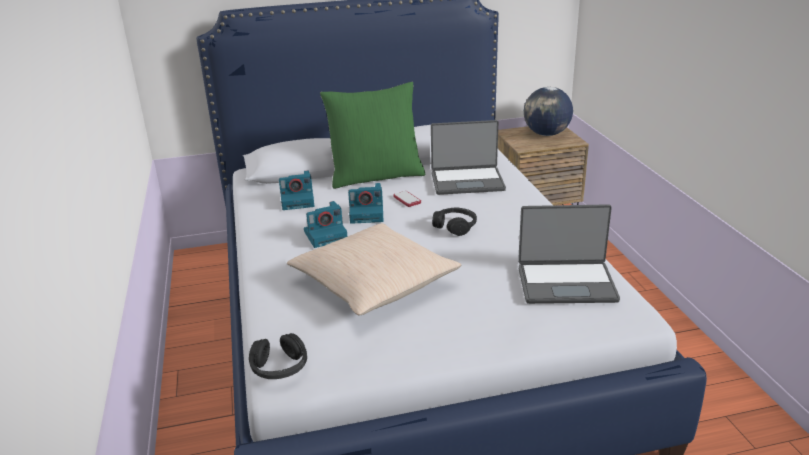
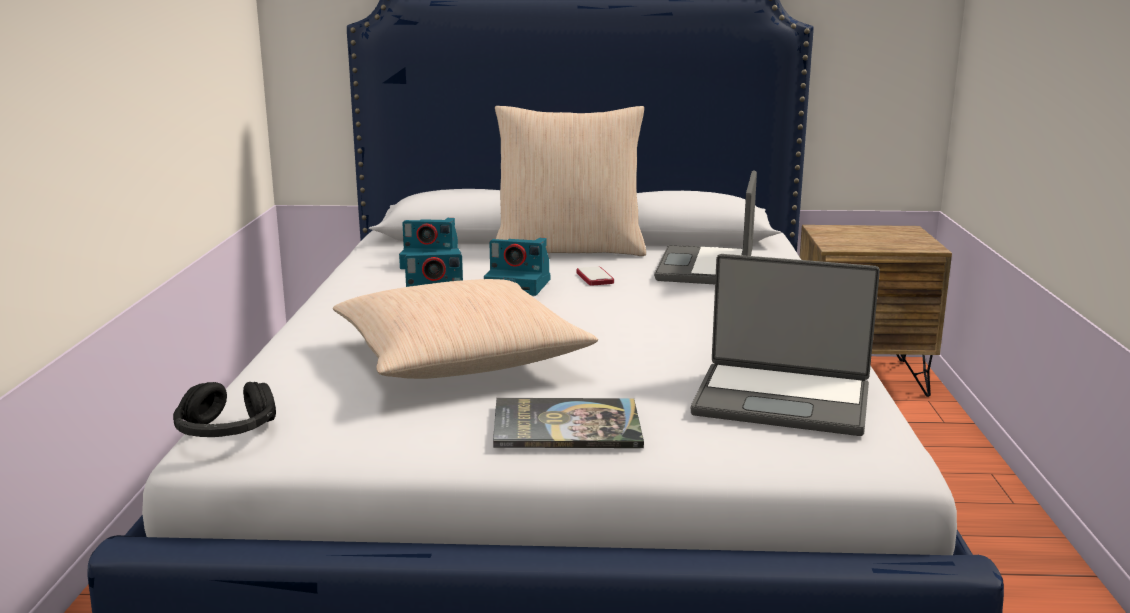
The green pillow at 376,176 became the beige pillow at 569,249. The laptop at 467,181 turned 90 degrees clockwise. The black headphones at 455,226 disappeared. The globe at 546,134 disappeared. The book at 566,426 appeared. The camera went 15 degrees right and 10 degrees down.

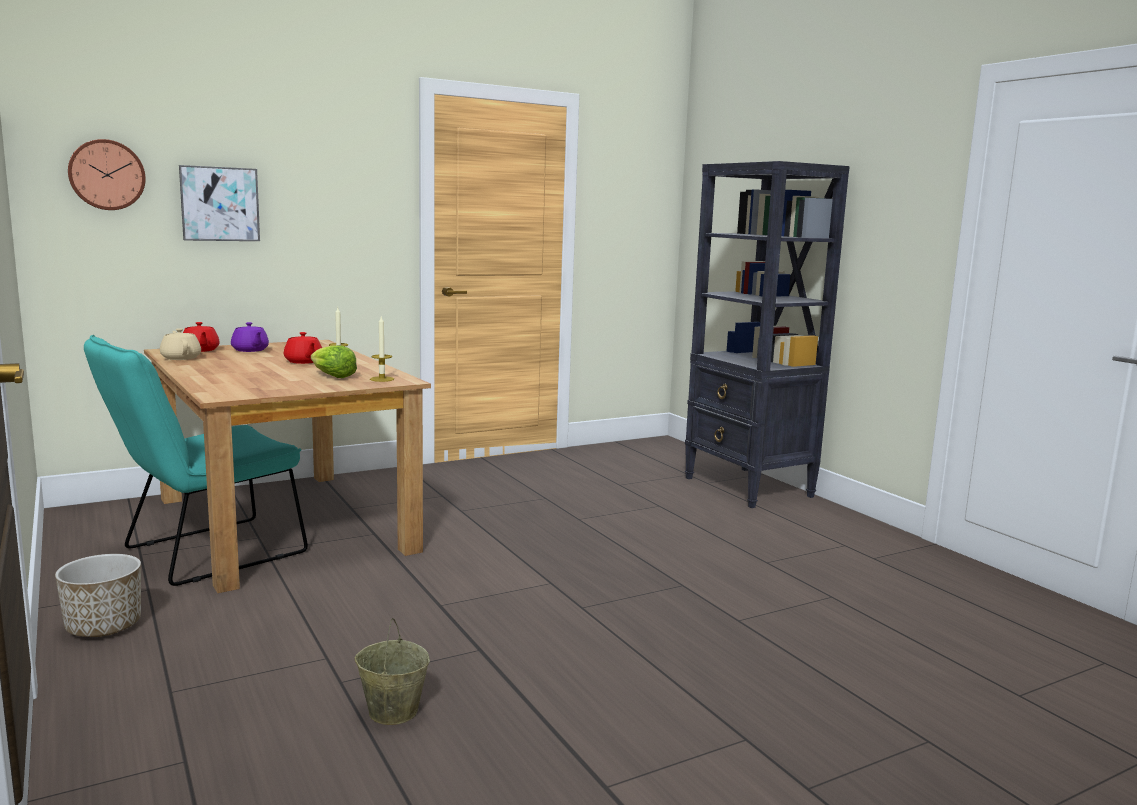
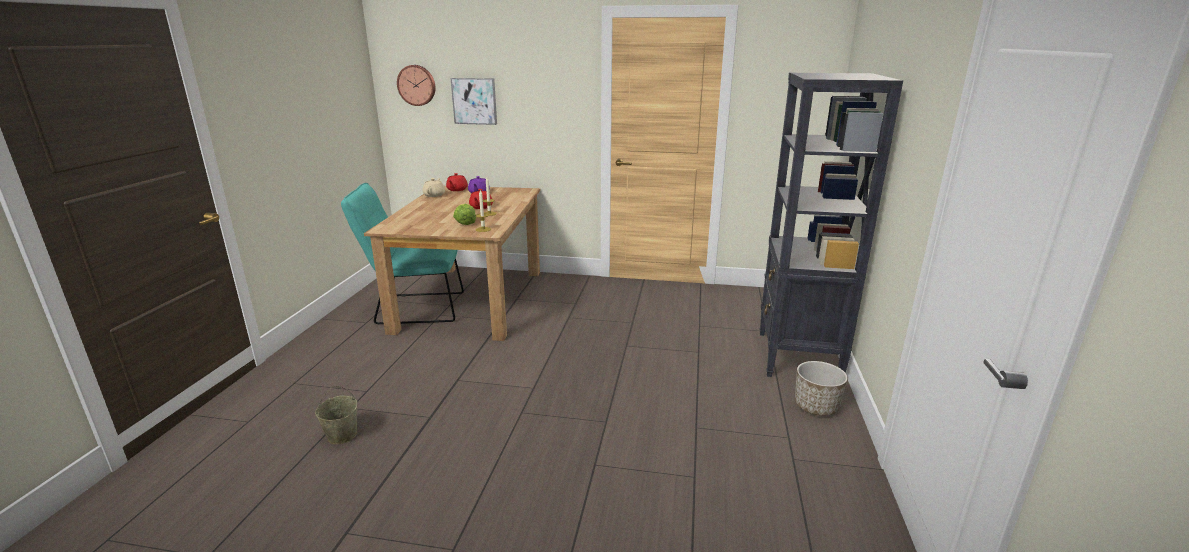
The planter moved from 104,627 to 816,406. The camera went 40 degrees right and 10 degrees up.

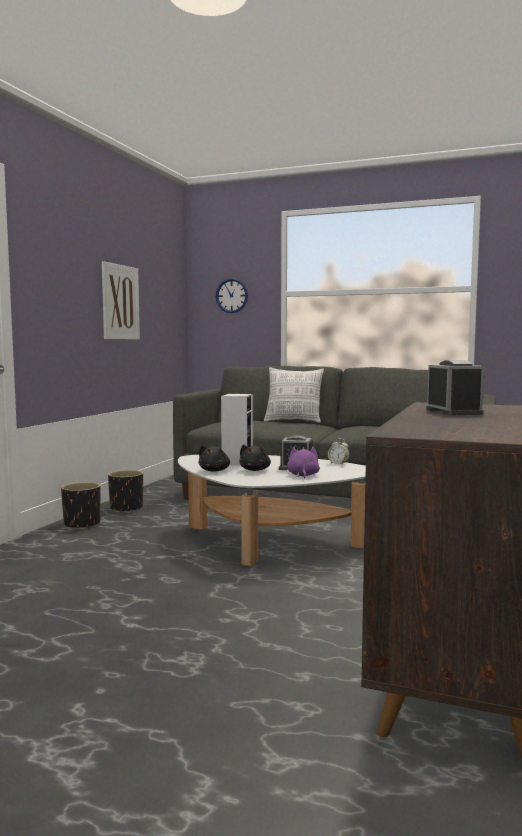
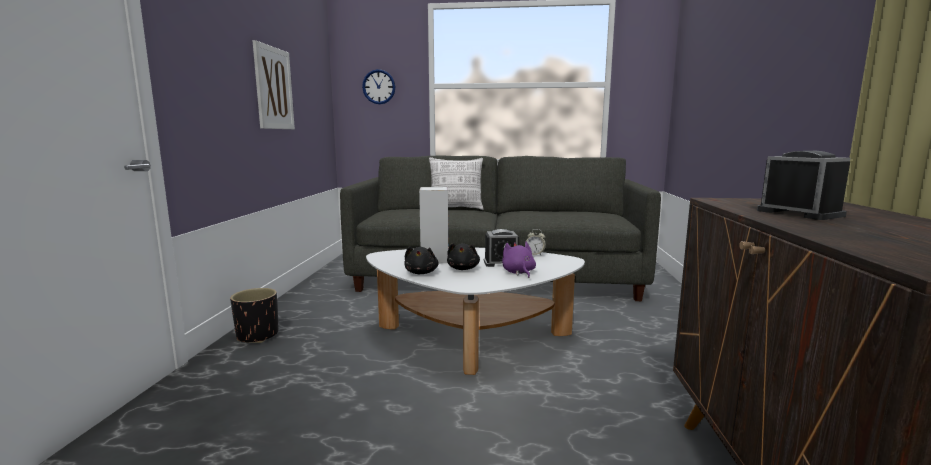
The black planter at 126,508 disappeared. The camera went 15 degrees left and 5 degrees up.

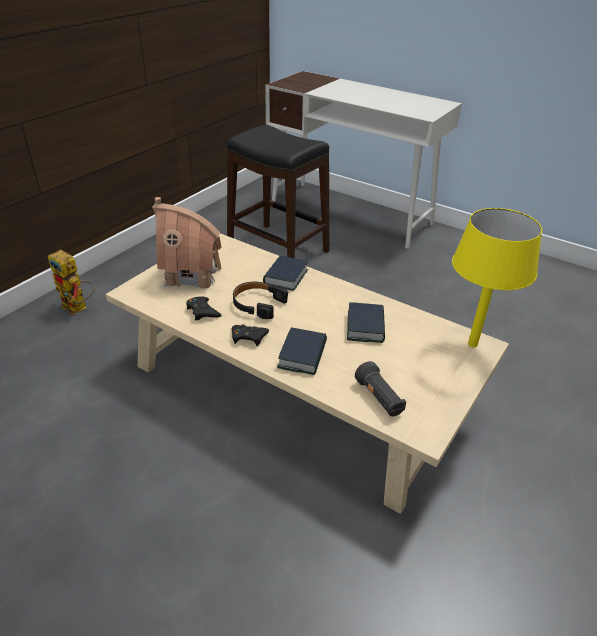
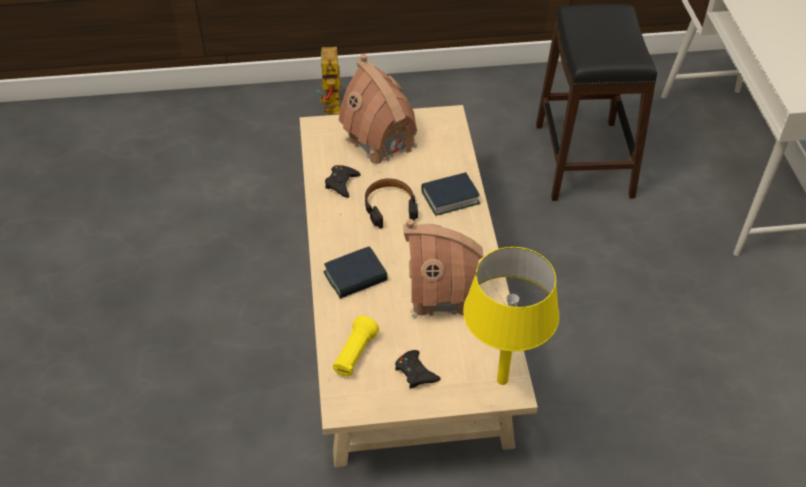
The black game controller moved from 248,337 to 415,372. The book at 365,327 was replaced by the toy house at 440,293. The black flashlight at 379,398 became the yellow flashlight at 354,355. The camera went 50 degrees right and 10 degrees up.

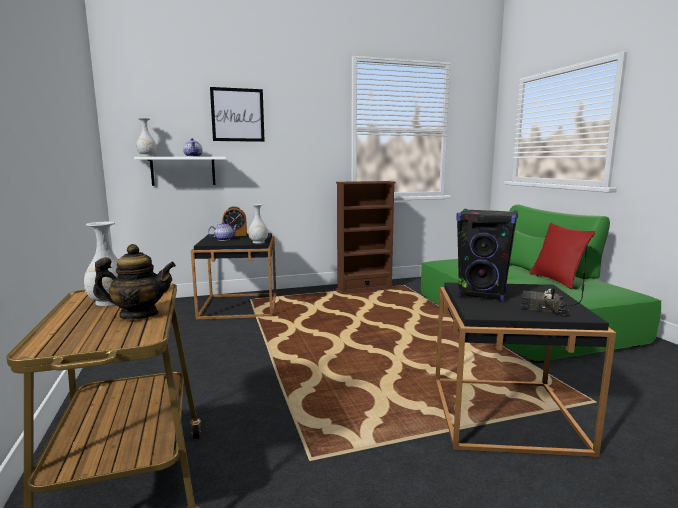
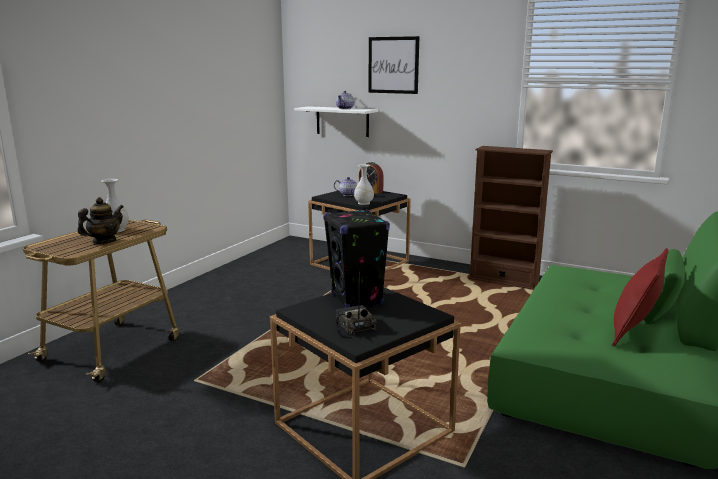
The teapot at 139,315 turned 90 degrees counterclockwise. The white vase at 147,156 disappeared. The camera went 45 degrees right and 5 degrees up.

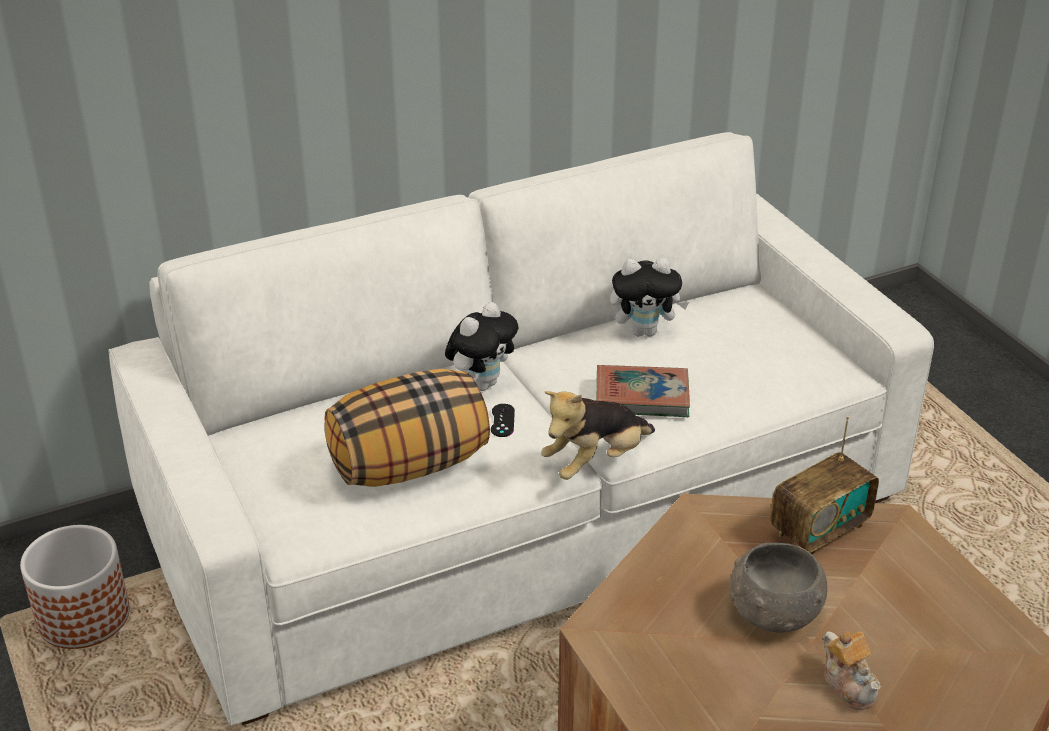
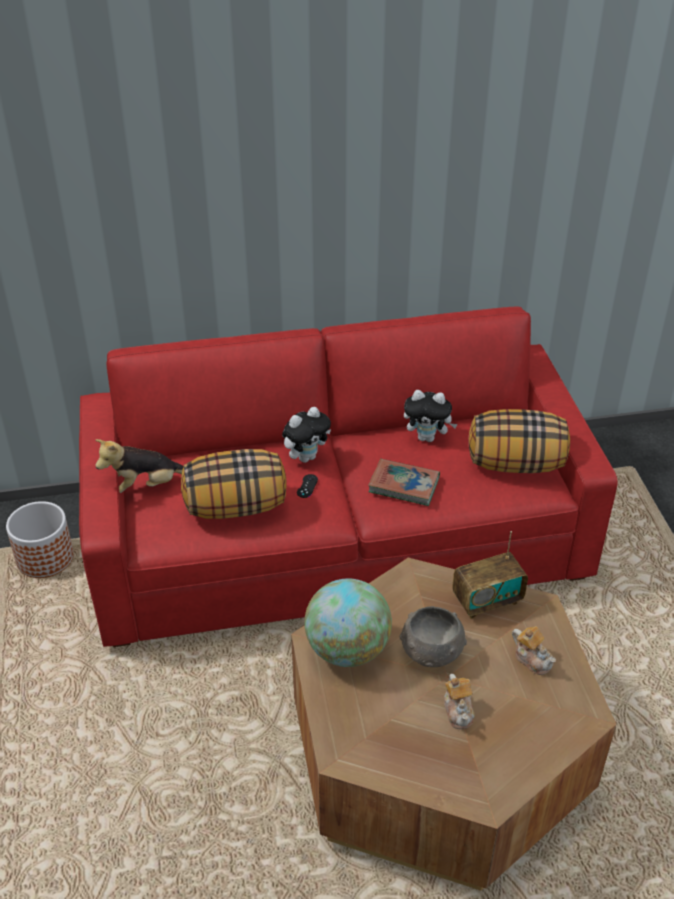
The white sofa at 524,507 became the red sofa at 337,537. The plush toy moved from 596,462 to 145,486. The globe at 347,650 appeared. The pillow at 516,464 appeared. The teapot at 532,659 appeared. The camera went 15 degrees right and 5 degrees up.

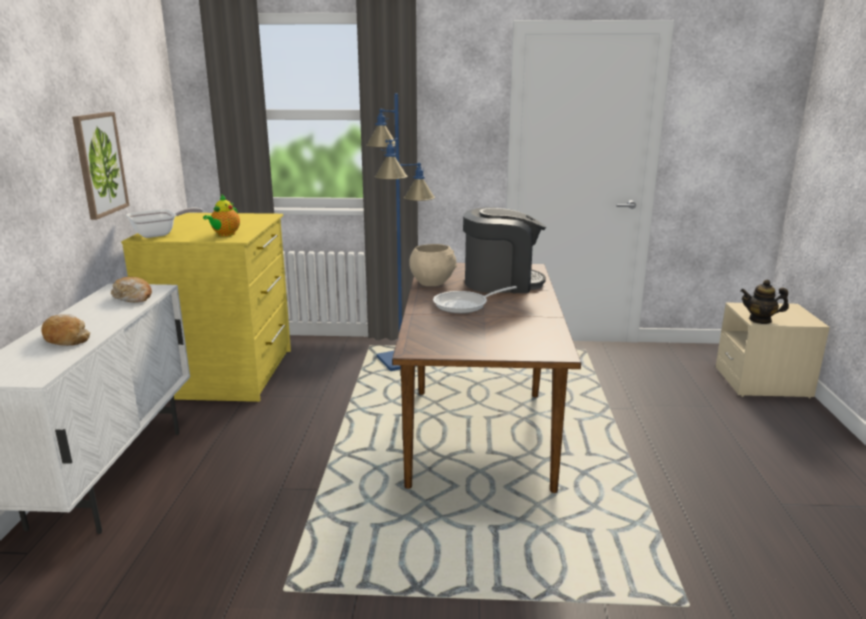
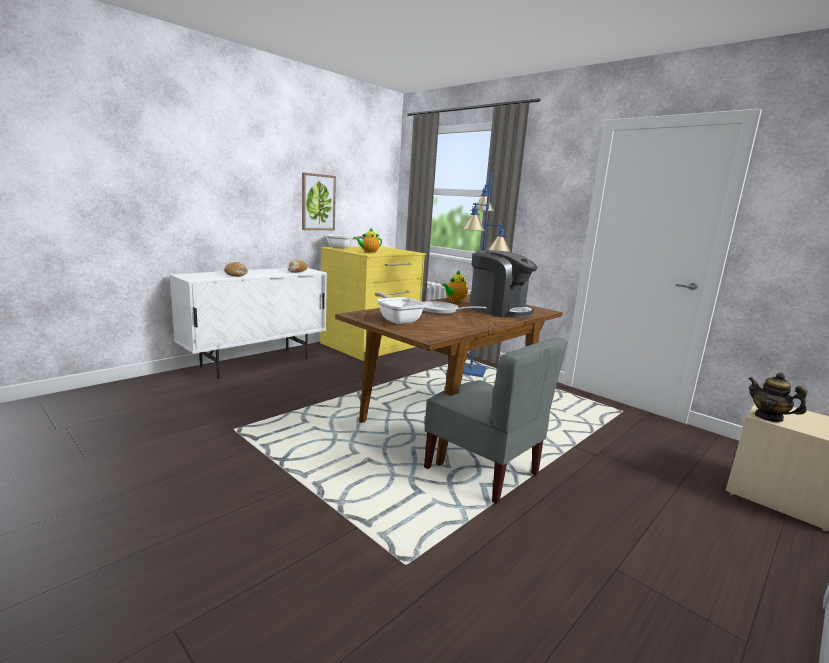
The beige bowl at 432,283 was replaced by the teapot at 454,300. The frying pan at 397,320 appeared. The grey chair at 483,471 appeared. The camera went 40 degrees right and 5 degrees down.

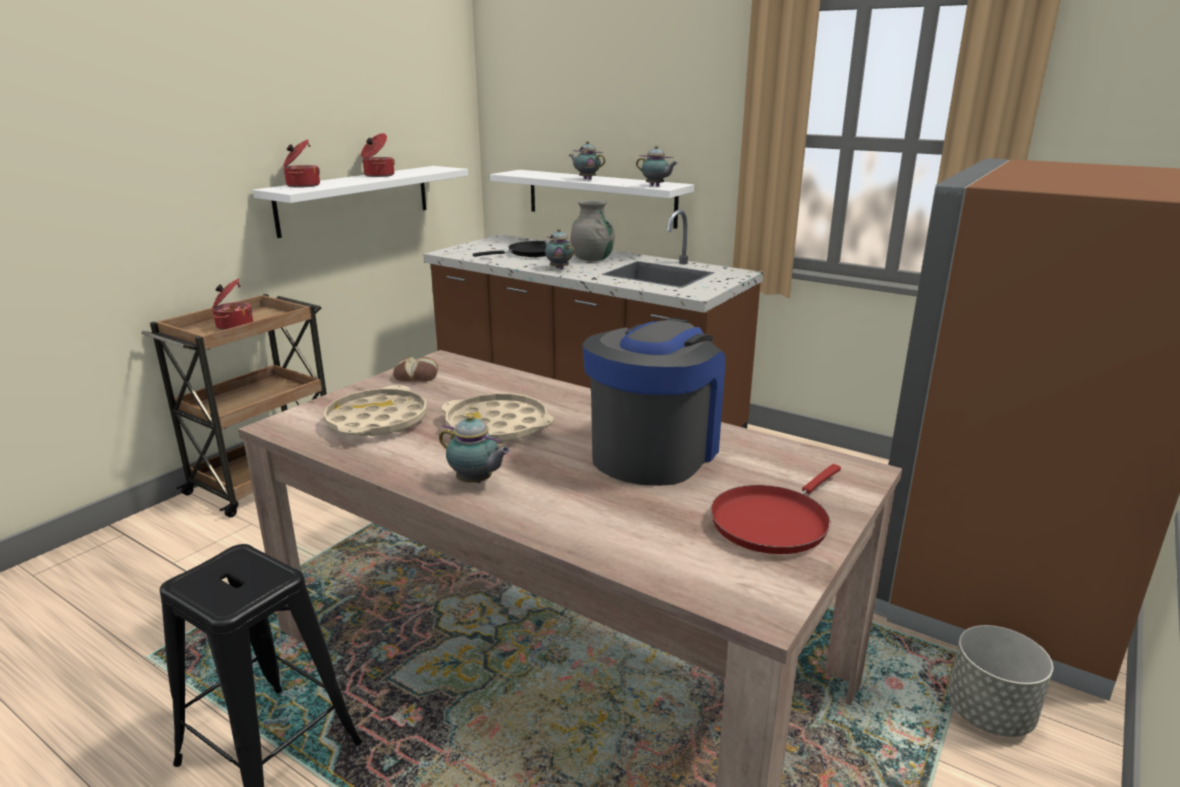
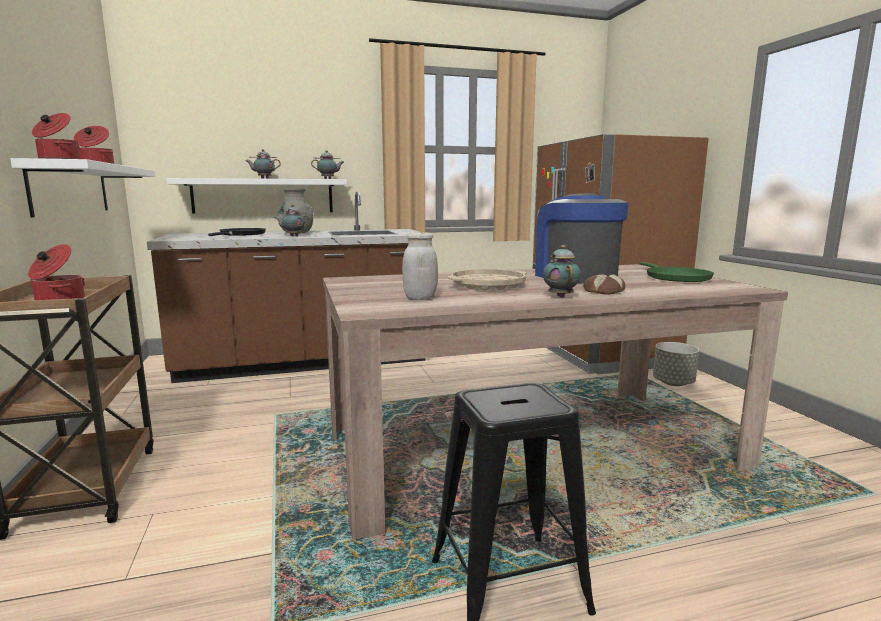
The beige tray at 377,421 was replaced by the white jar at 420,298. The bread moved from 417,375 to 603,291. The teapot at 476,482 turned 75 degrees counterclockwise. The red frying pan at 773,522 became the green frying pan at 675,277. The camera went 50 degrees left and 10 degrees down.

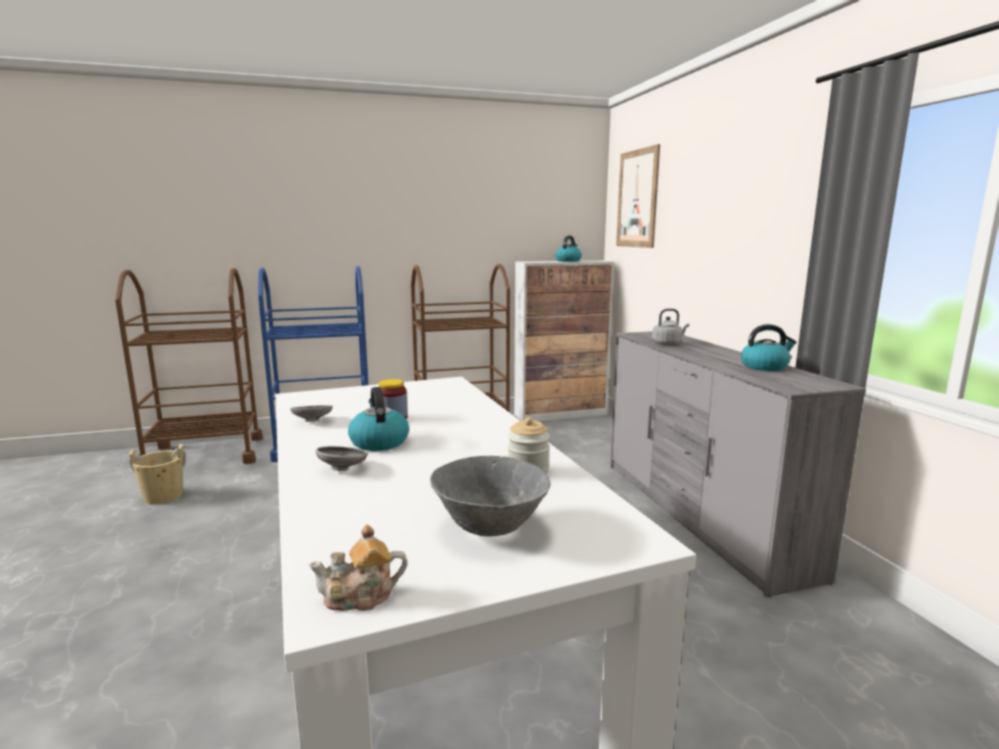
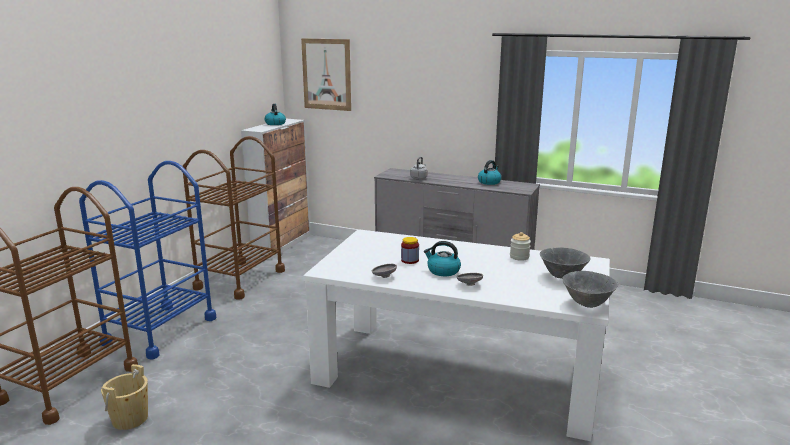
The teapot at 360,597 was replaced by the grey bowl at 587,304. The camera went 50 degrees left and 5 degrees up.

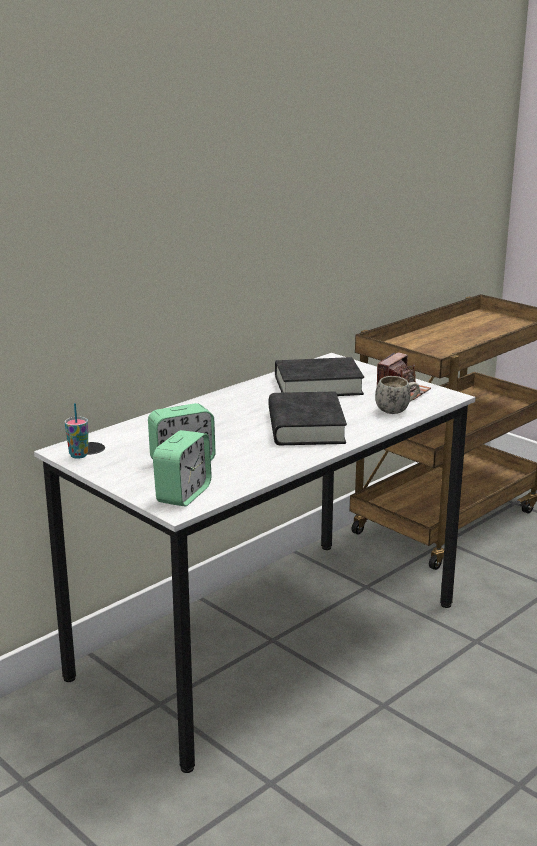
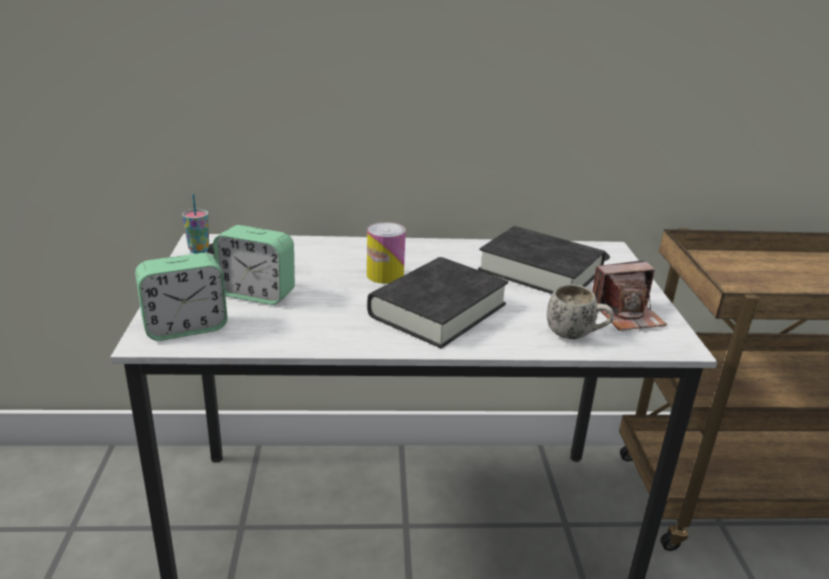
The can at 385,275 appeared. The camera went 40 degrees right and 5 degrees up.

